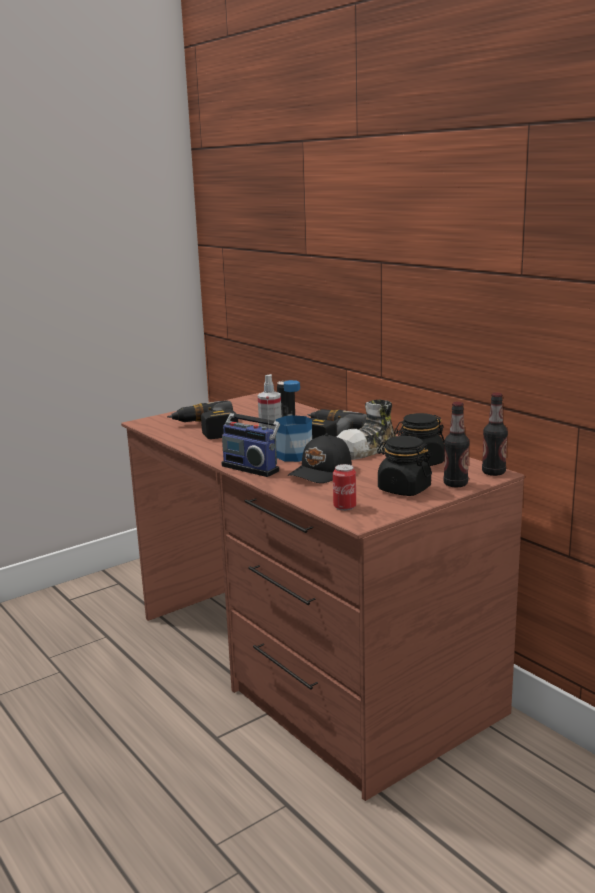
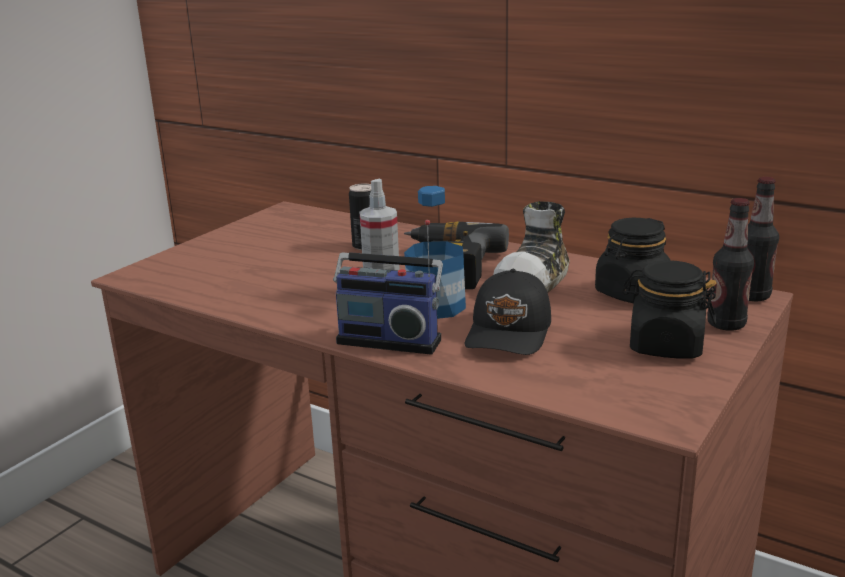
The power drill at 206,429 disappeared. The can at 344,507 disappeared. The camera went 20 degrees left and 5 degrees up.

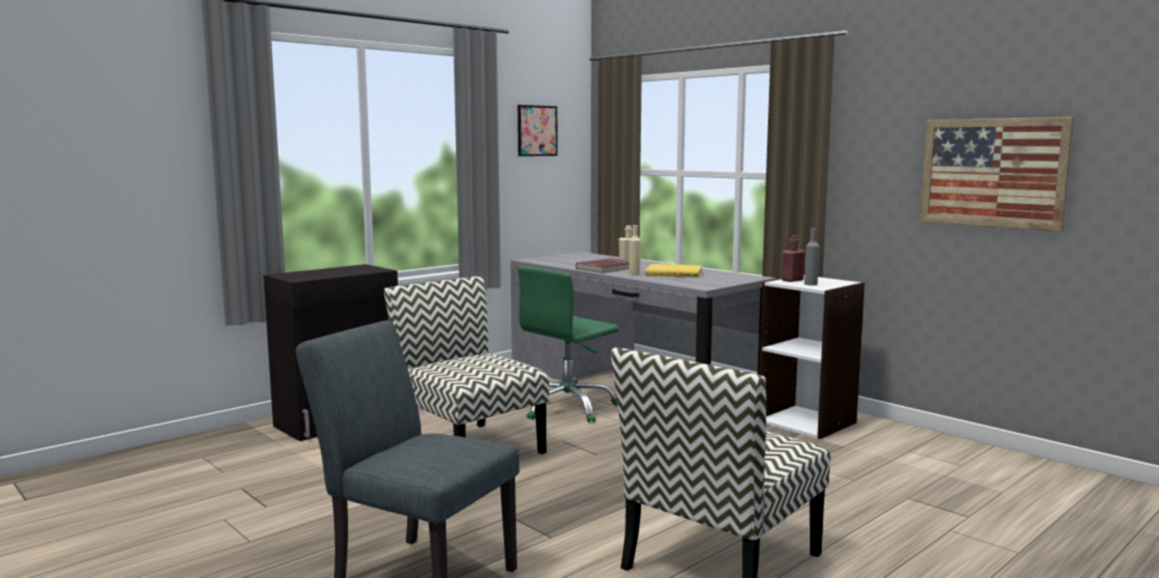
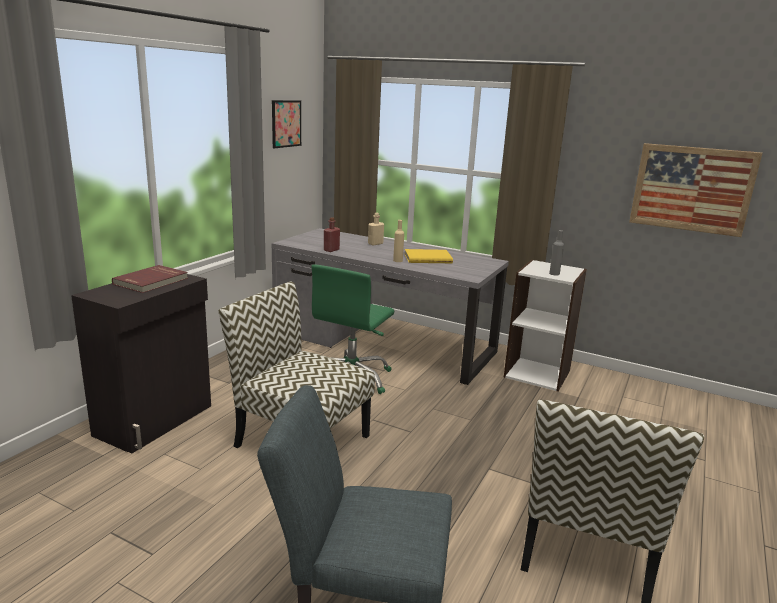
The red book moved from 607,268 to 152,281. The red bottle moved from 792,280 to 331,250. The camera went 20 degrees left and 10 degrees up.

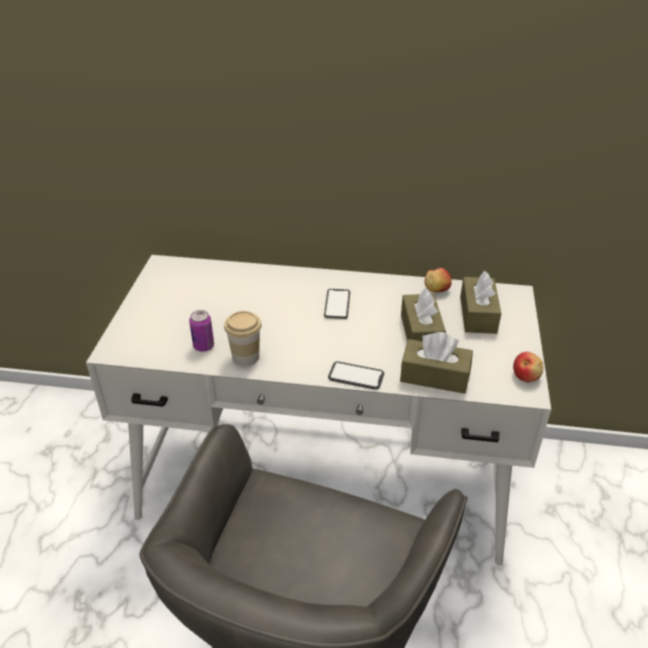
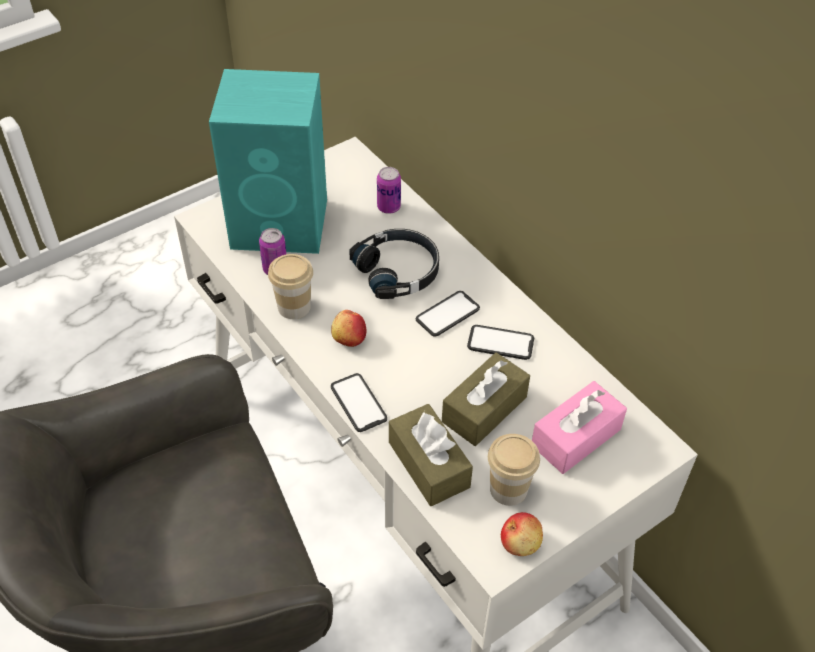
The apple moved from 436,289 to 349,338. The brown tissue box at 478,314 became the pink tissue box at 576,437. The turquoise speaker at 282,224 appeared. The black headphones at 398,271 appeared. The can at 388,207 appeared. The phone at 500,343 appeared. The cup at 508,489 appeared. The camera went 45 degrees right and 10 degrees up.

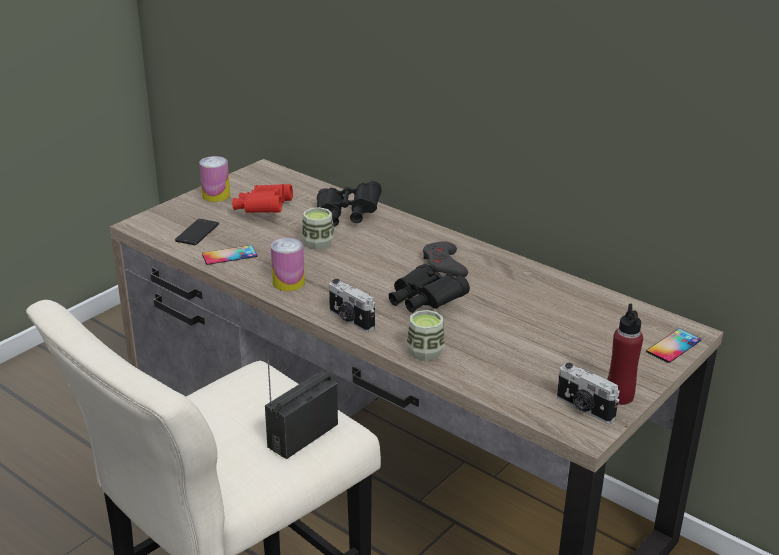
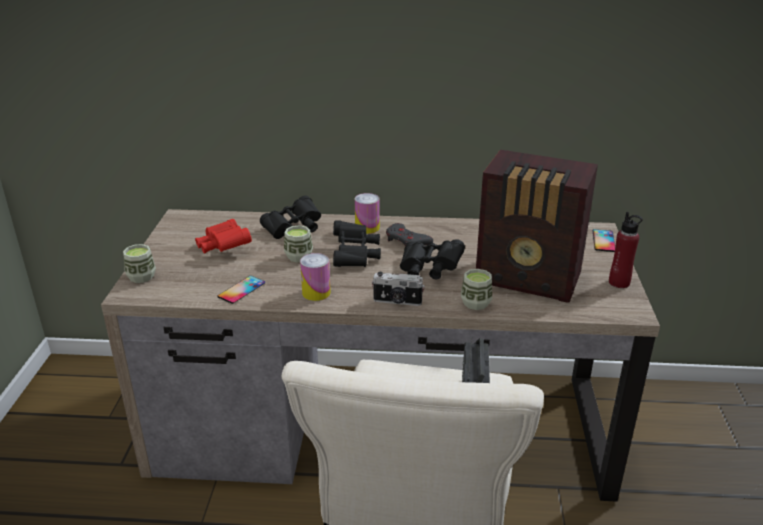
The phone at 197,232 disappeared. The can moved from 216,195 to 367,228. The photo camera at 584,408 disappeared. The cup at 141,277 appeared. The black binoculars at 355,255 appeared. The radio at 529,280 appeared. The camera went 35 degrees left and 0 degrees up.

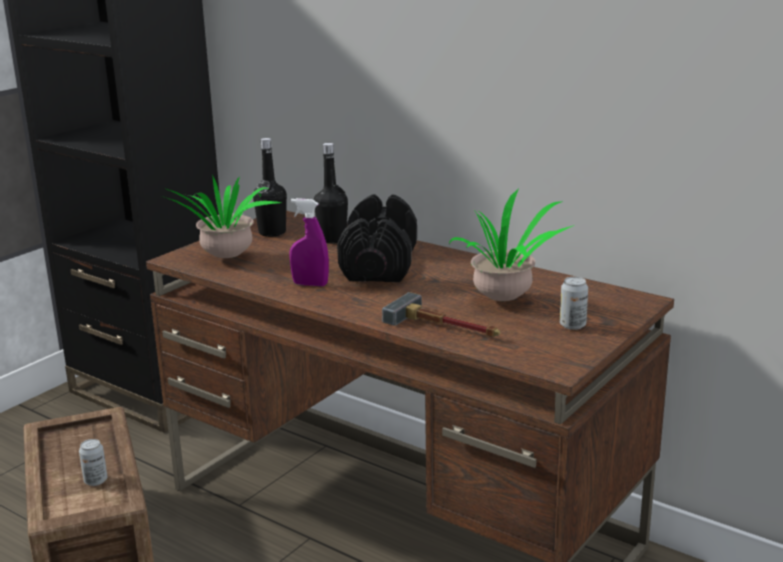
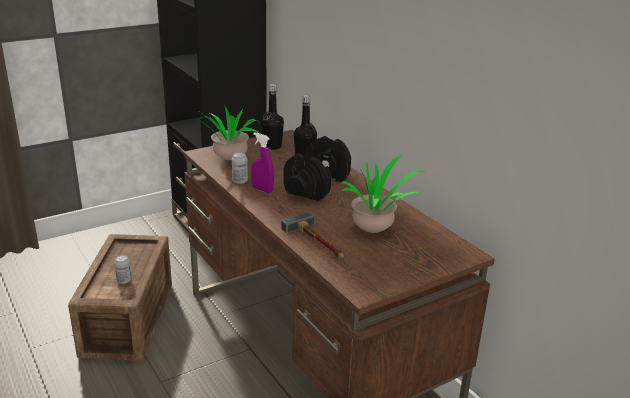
The can moved from 572,325 to 240,181. The camera went 20 degrees right and 5 degrees up.

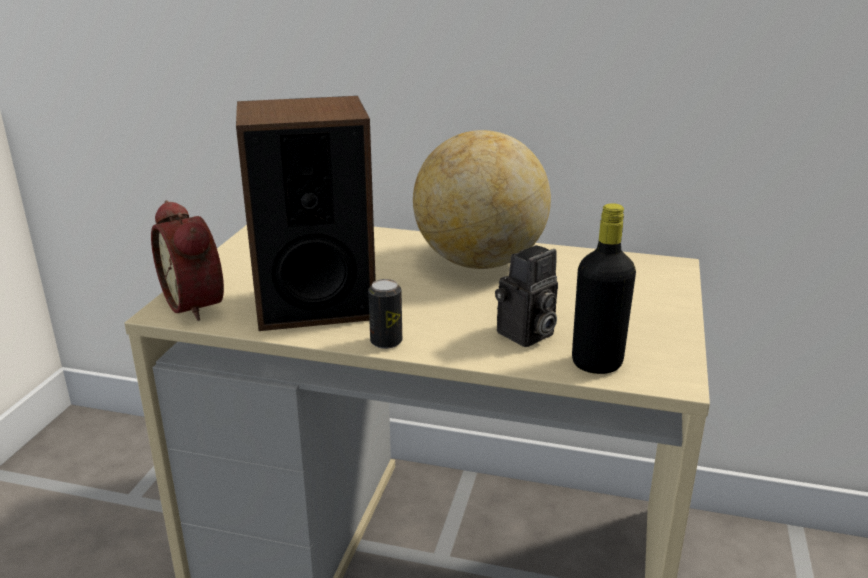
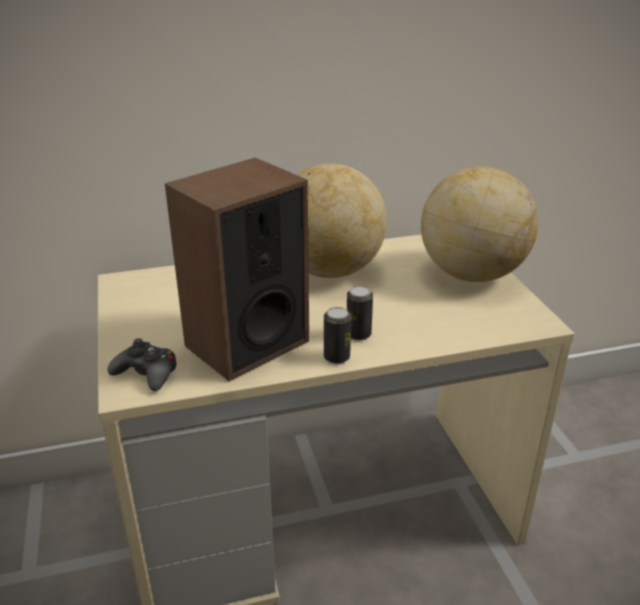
The alarm clock at 198,303 was replaced by the black game controller at 146,373. The photo camera at 526,335 disappeared. The black bottle at 597,363 disappeared. The can at 358,334 appeared. The globe at 471,274 appeared. The camera went 30 degrees left and 5 degrees up.

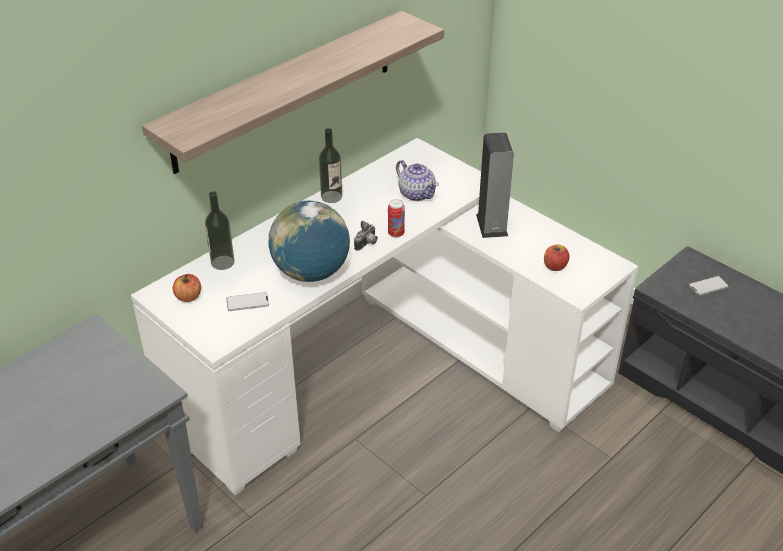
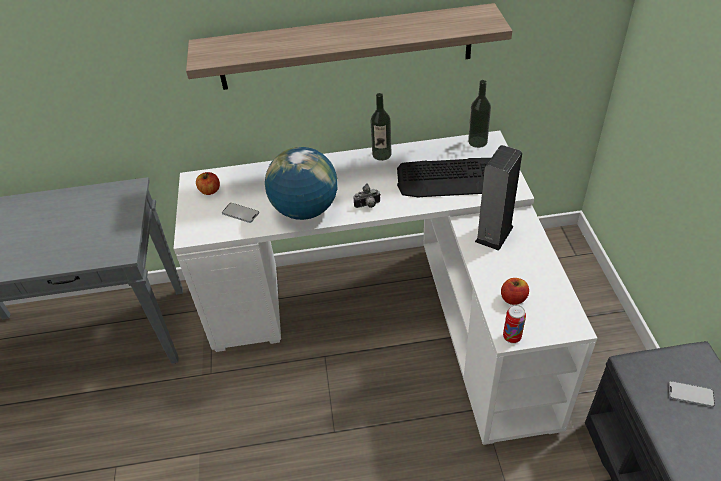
The bottle moved from 222,262 to 477,142. The can moved from 396,233 to 512,337. The teapot at 416,193 was replaced by the keyboard at 450,179. The camera went 40 degrees right and 5 degrees up.

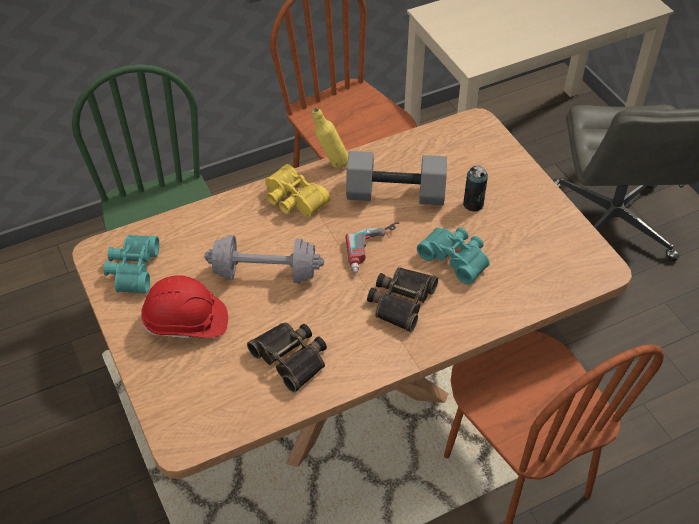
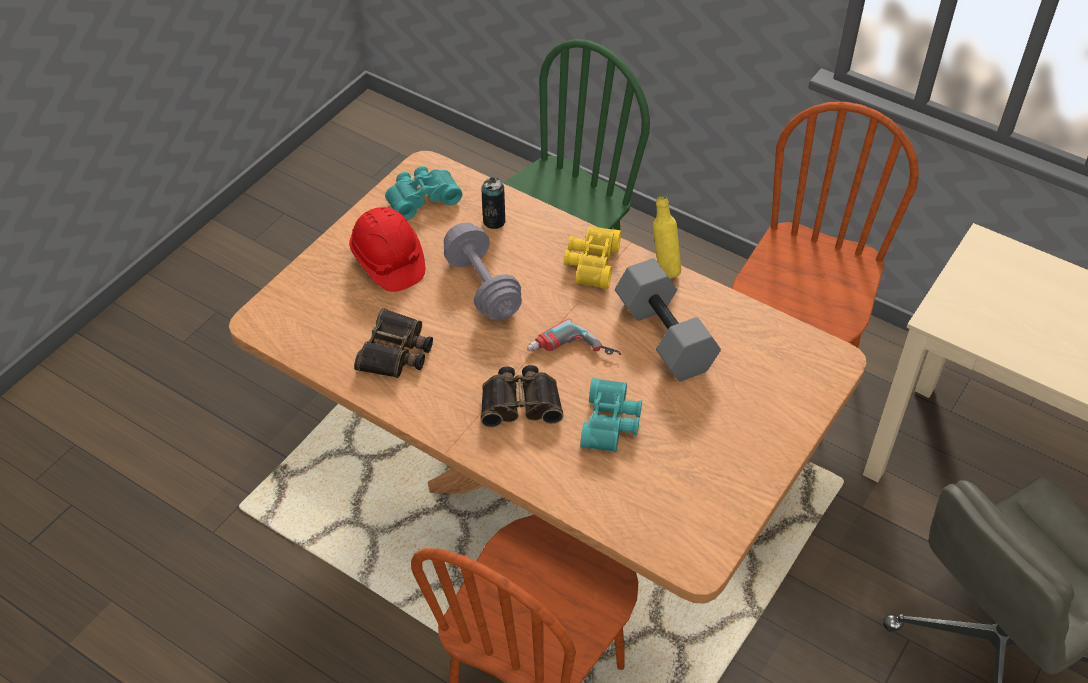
The can moved from 473,204 to 494,221. The camera went 60 degrees right and 0 degrees up.

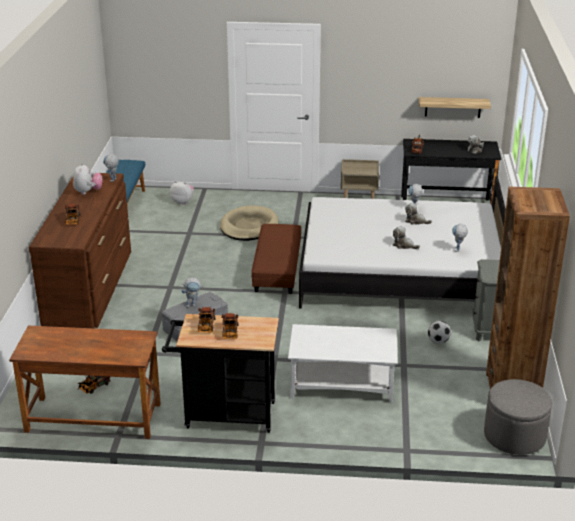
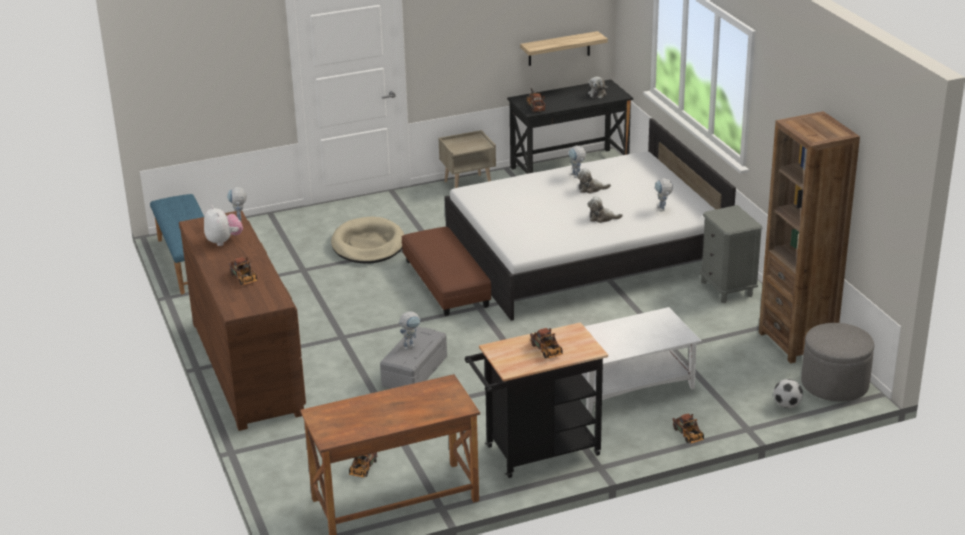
The plush toy at 183,202 disappeared. The toy truck moved from 206,327 to 689,436. The football moved from 438,341 to 787,405. The camera went 25 degrees left and 0 degrees up.

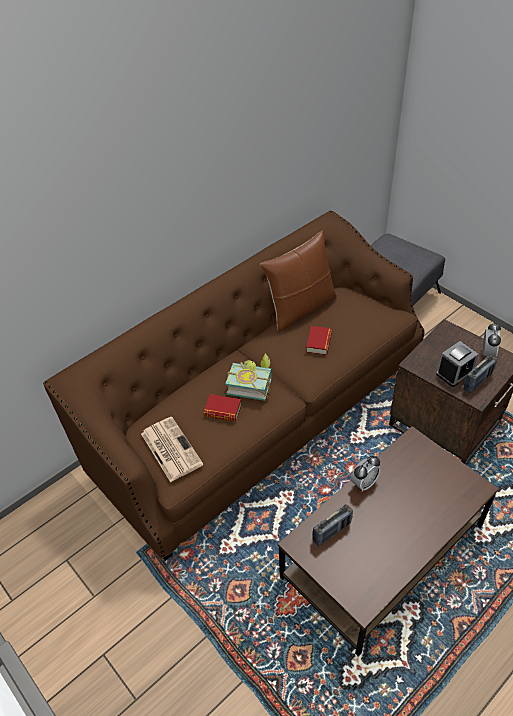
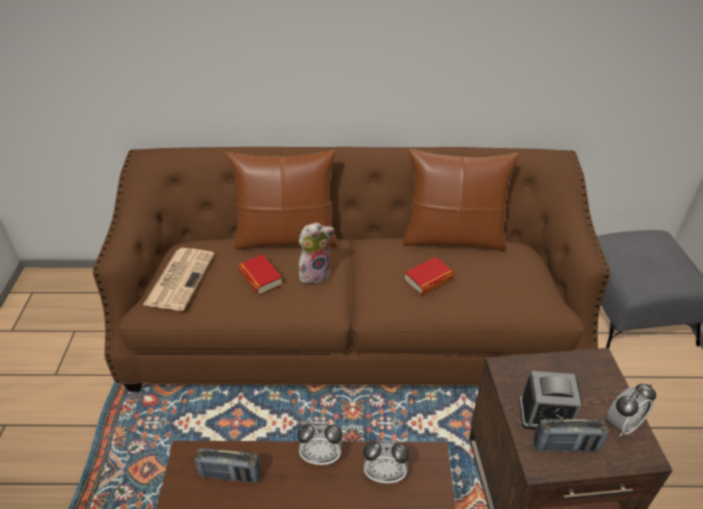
The book at 251,384 was replaced by the plush toy at 315,273. The brown pillow at 286,238 appeared. The alarm clock at 384,474 appeared. The camera went 40 degrees right and 5 degrees down.

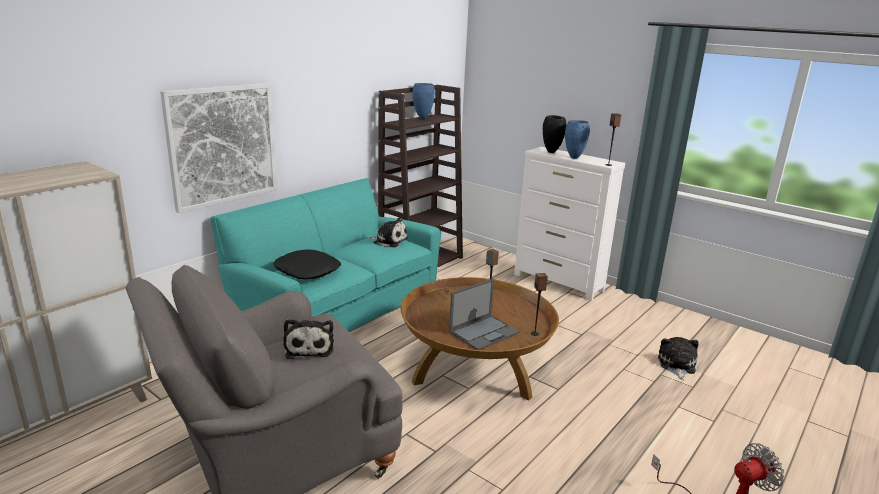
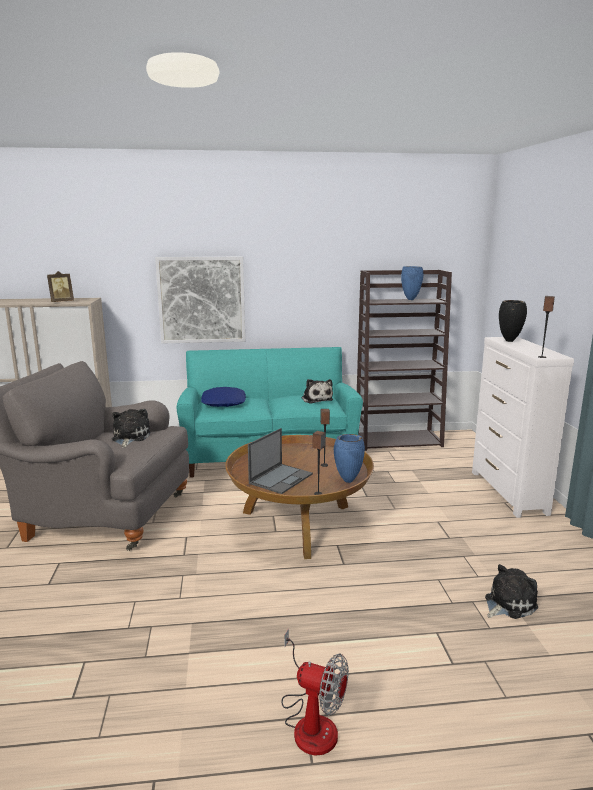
The black pillow at 308,271 became the blue pillow at 224,402. The plush toy at 309,347 turned 150 degrees clockwise. The laptop at 484,332 turned 60 degrees counterclockwise. The blue vase moved from 573,158 to 348,480. The picture frame at 61,302 appeared. The camera went 45 degrees right and 5 degrees down.

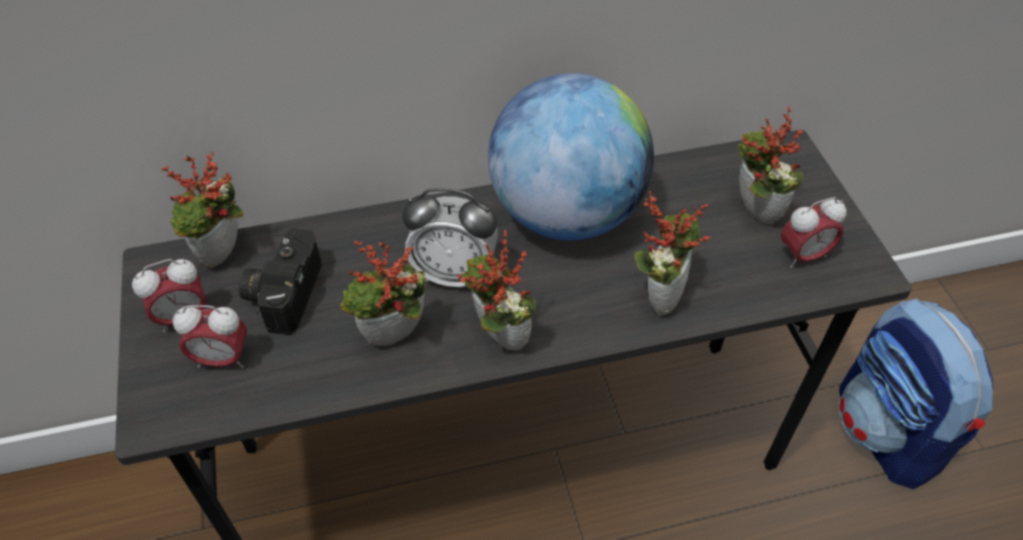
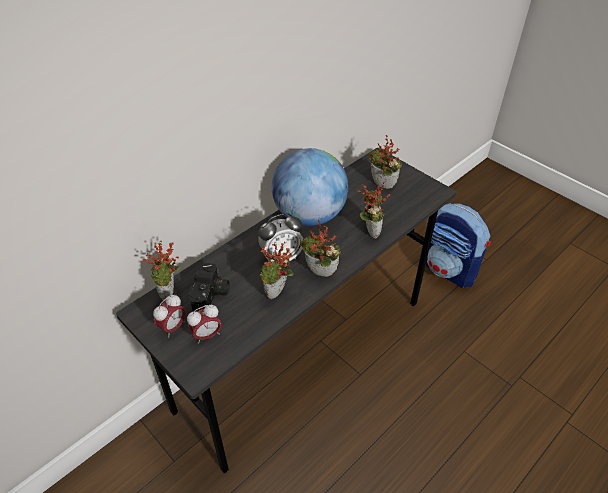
The photo camera at 283,292 turned 150 degrees counterclockwise. The alarm clock at 803,256 disappeared. The camera went 30 degrees left and 5 degrees down.

